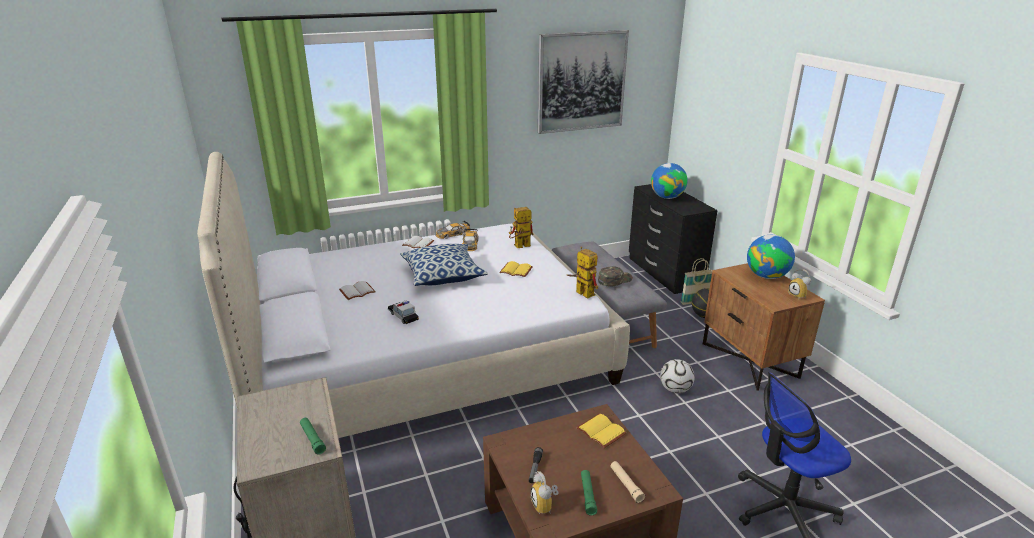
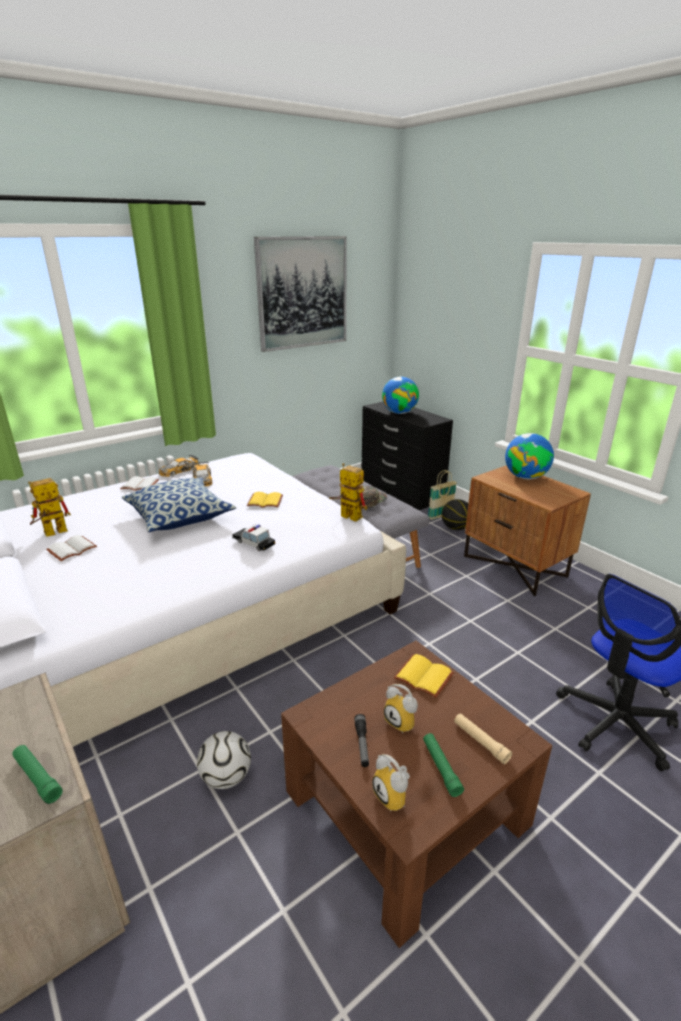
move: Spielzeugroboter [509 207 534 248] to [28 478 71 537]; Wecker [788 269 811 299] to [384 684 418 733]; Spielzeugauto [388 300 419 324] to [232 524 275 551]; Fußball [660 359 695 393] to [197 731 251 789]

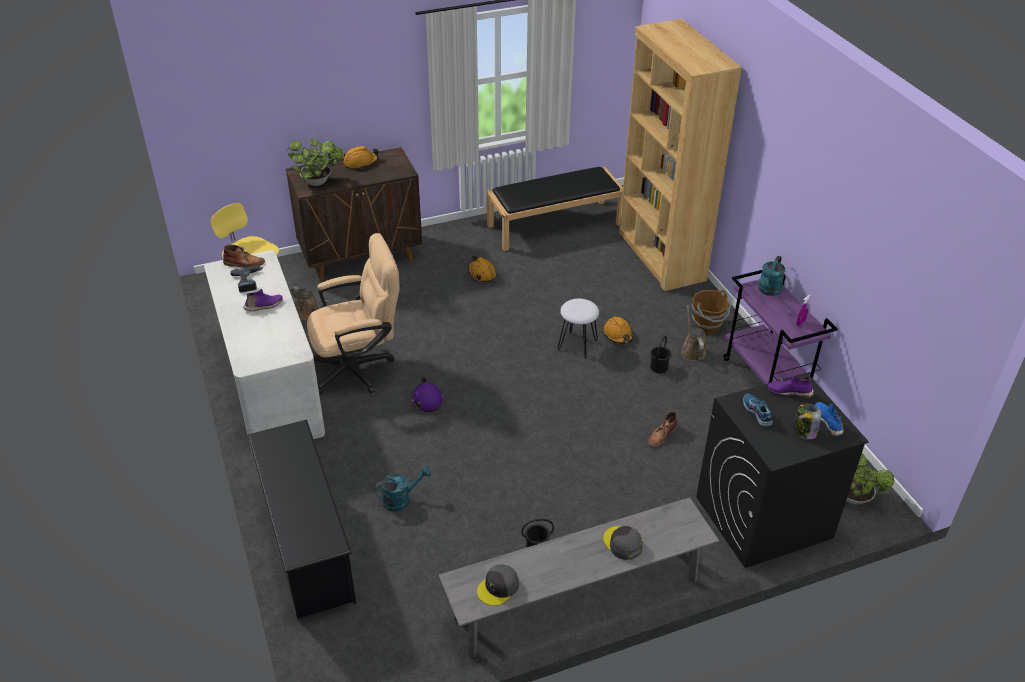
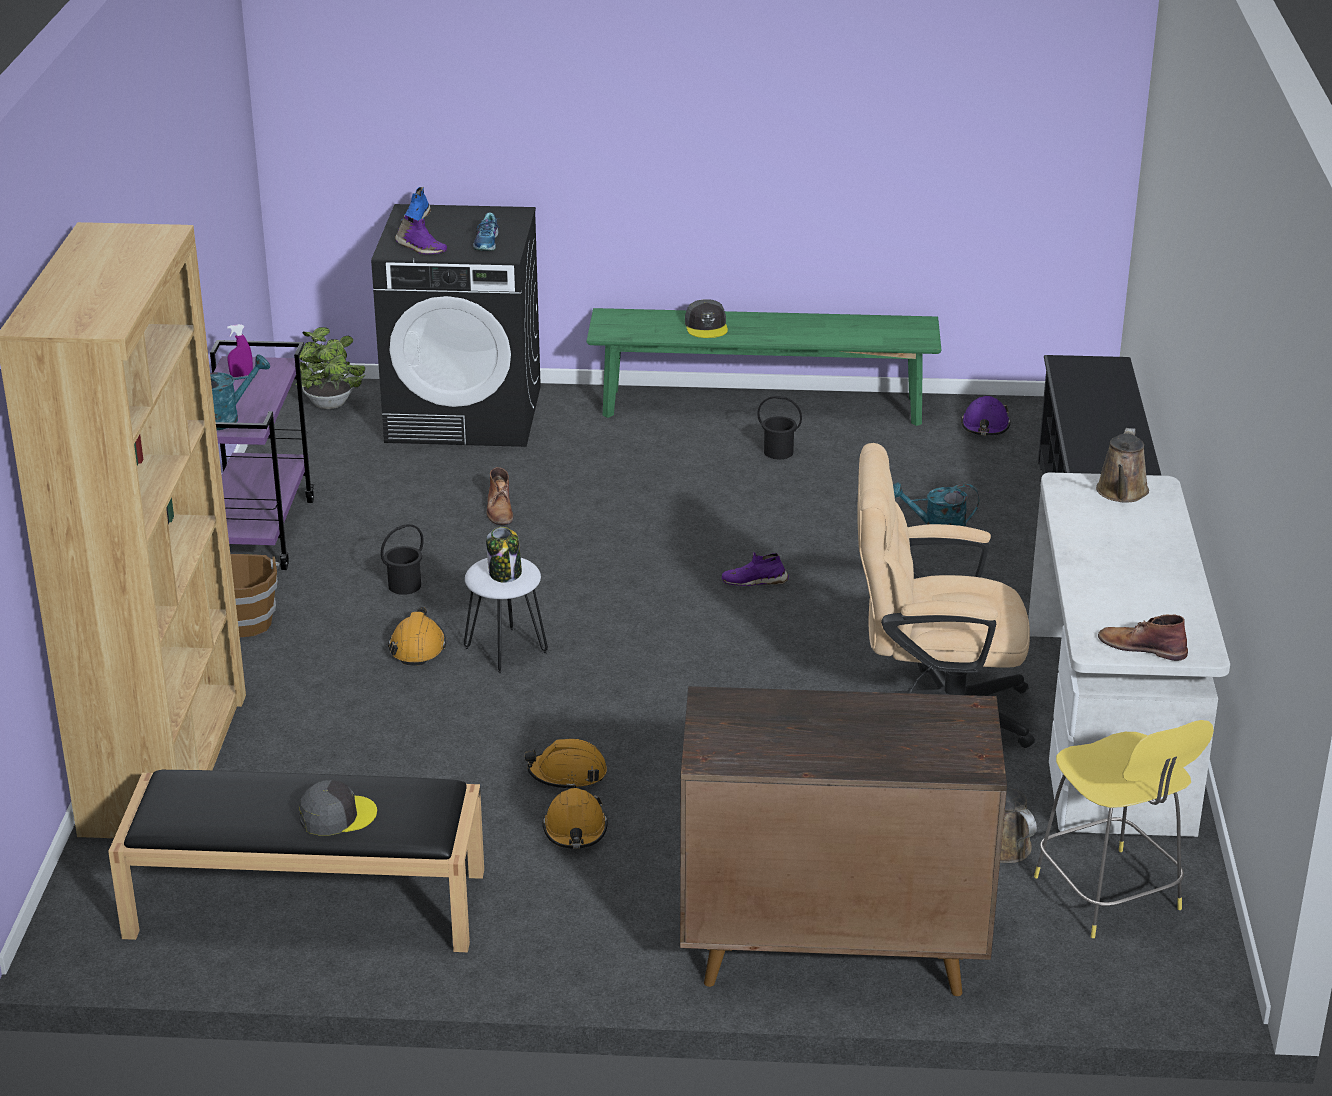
delete: Topfpflanze [287 139 343 186]; Bohrmaschine [230 266 263 292]
move: Schutzhelm (orange) [343 146 379 169] to [525 739 607 788]; Schuh (lila) [244 289 283 311] to [722 552 789 586]; Gießkanne (braun) [681 305 706 361] to [1096 428 1149 503]; Schutzhelm (lila) [412 377 443 412] to [961 396 1011 435]; Vorratsglas [793 403 822 440] to [486 527 522 583]; Kappe (grau) [477 564 519 606] to [299 780 377 836]
recolor: Bank (grau) [439 497 719 658] to Bank (grün) [587 308 941 426]
rotate: Stiefel (braun) [648 412 678 447] = [487 467 514 525] 105 degrees clockwise

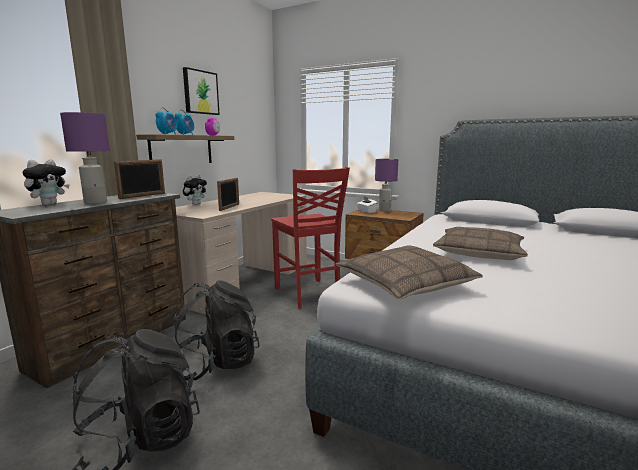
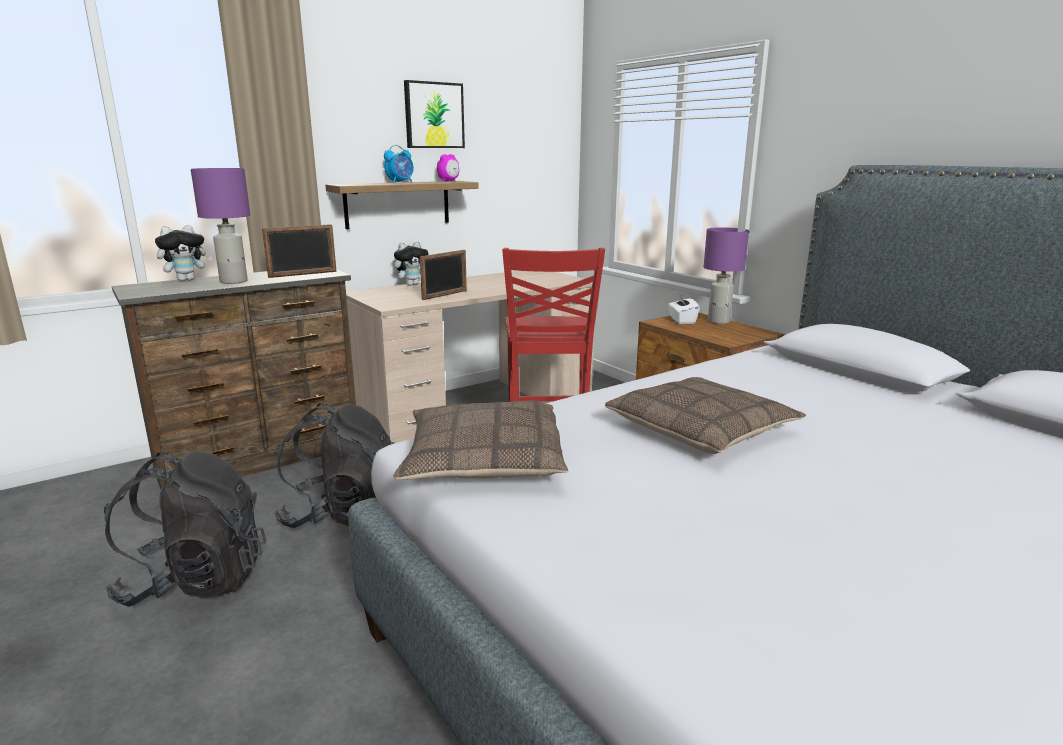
delete: Wecker [155 107 177 135]

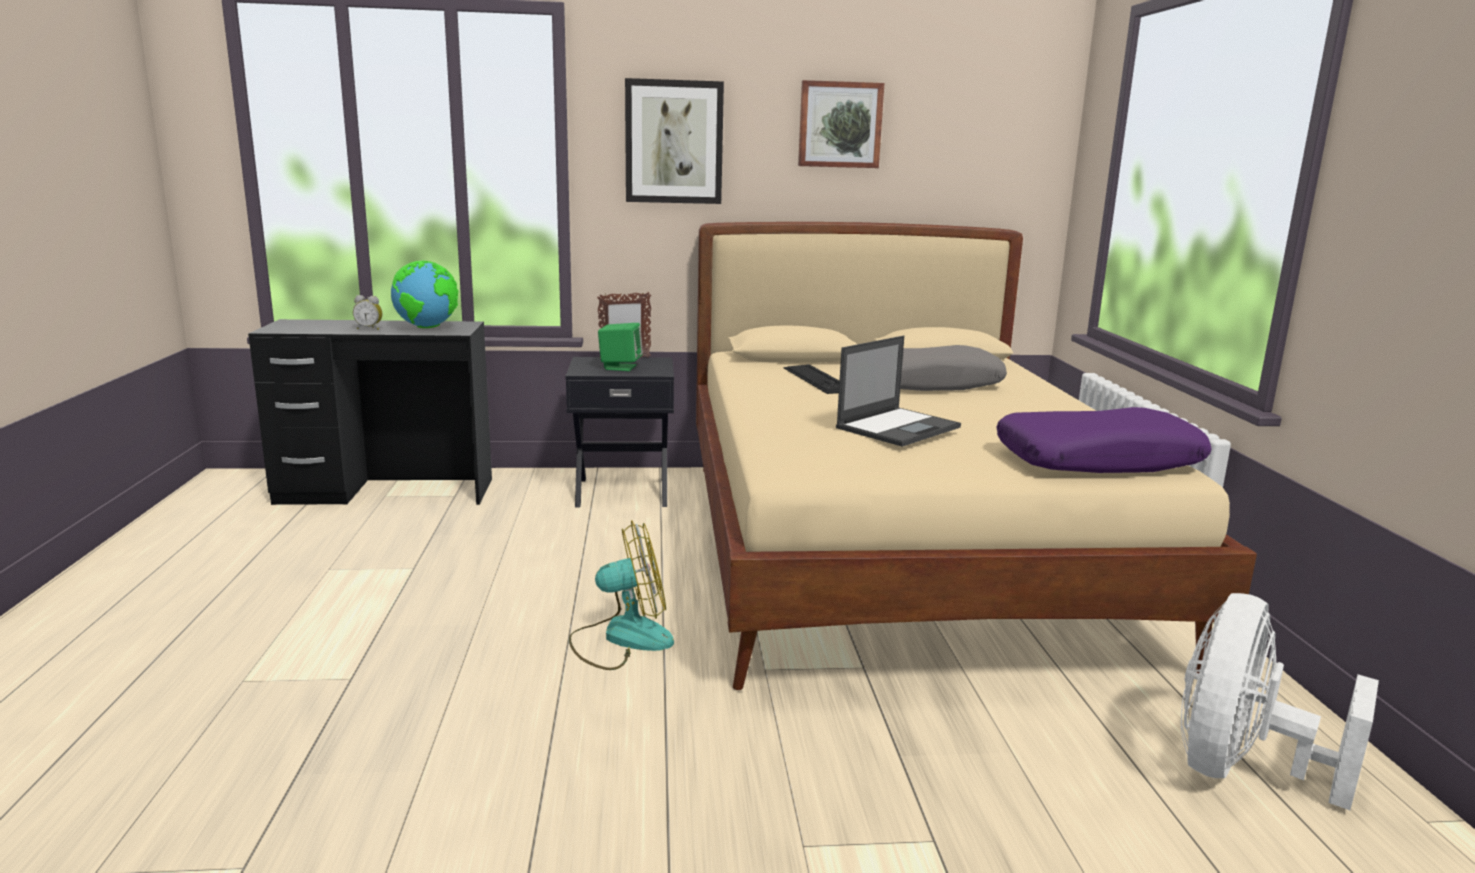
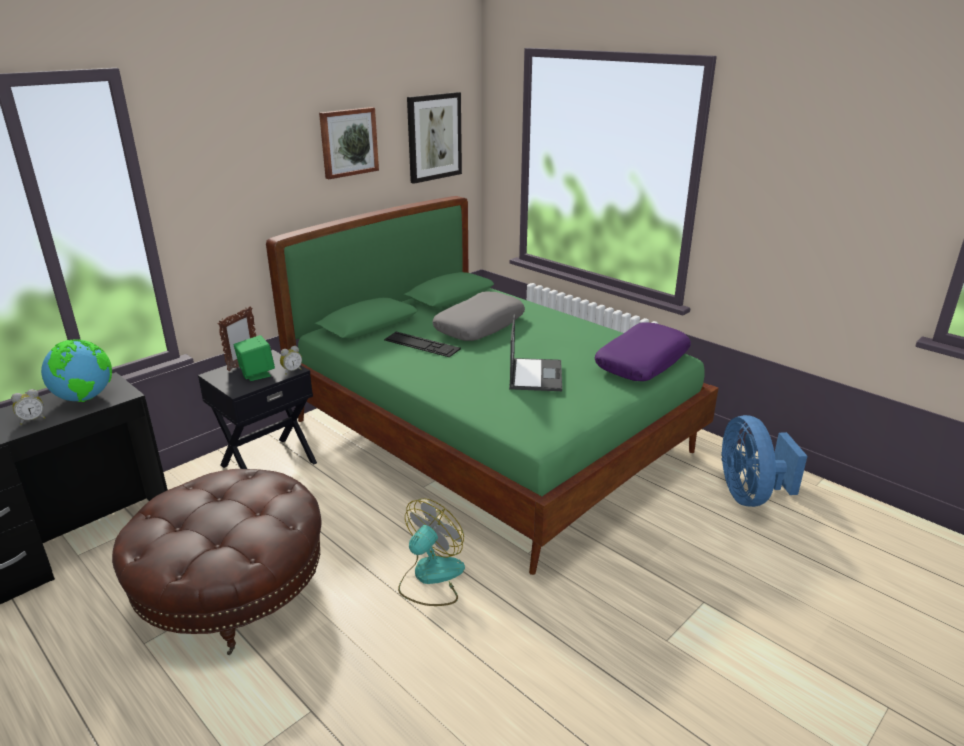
insert: Wecker [280 346 302 374]; Polsterhocker (braun) [112 469 322 655]
move: Bild [625 78 724 204] to [407 92 462 184]
recolor: Bett (beige) [696 222 1257 690] to Bett (grün) [266 196 719 575]; Ventilator (weiß) [1181 593 1379 810] to Ventilator (blau) [721 415 807 507]

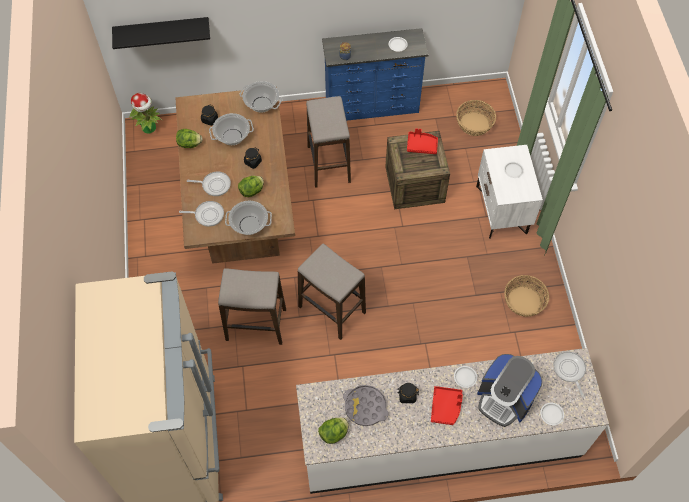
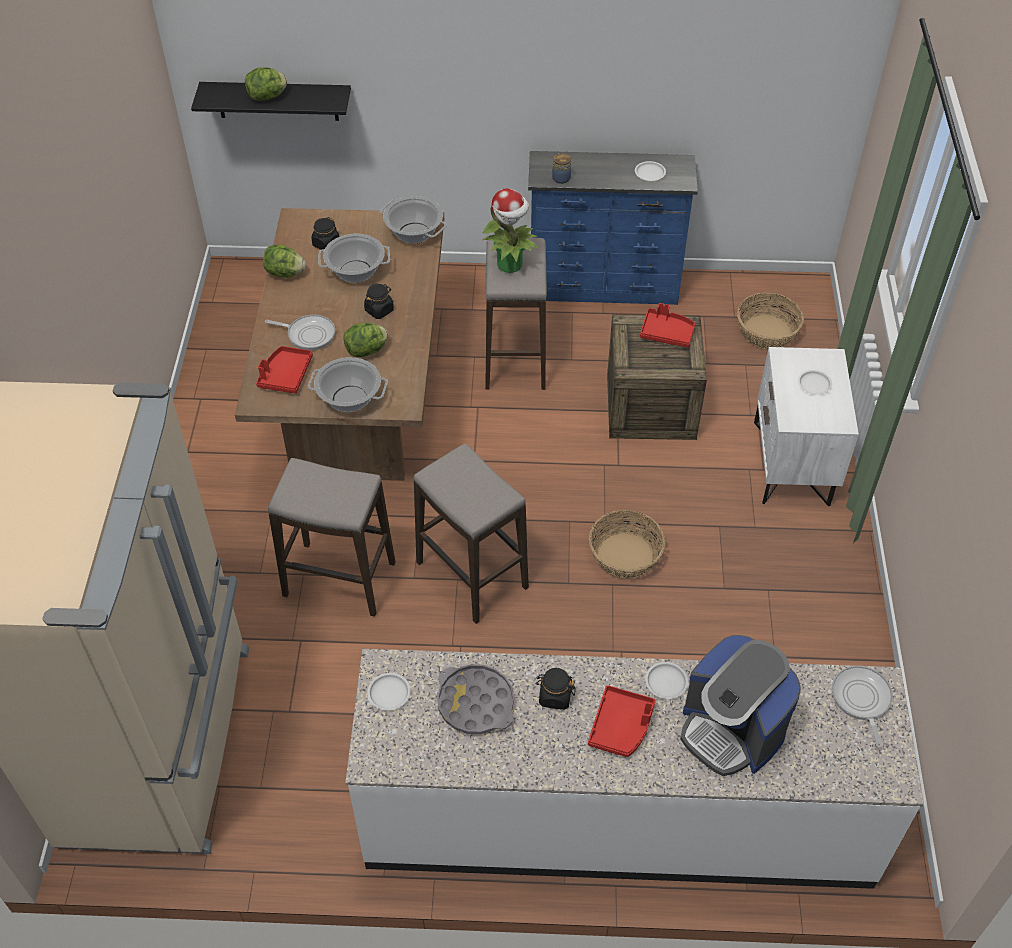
move: Topfpflanze [129 93 162 133] to [482 188 539 273]; Korb [504 275 549 317] to [589 510 665 578]; Teller (weiß) [540 403 564 425] to [367 673 410 711]; Salatkopf [318 418 349 444] to [245 67 287 101]
replace: Pfanne [179 201 224 227] to Tablett (rot) [256 346 313 394]

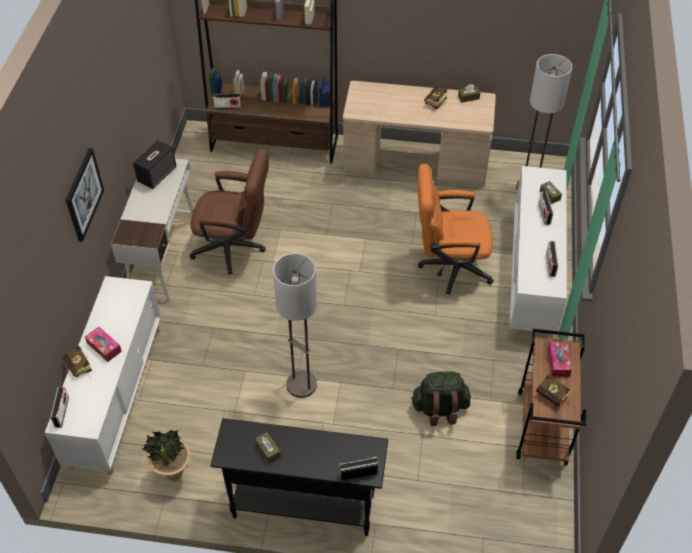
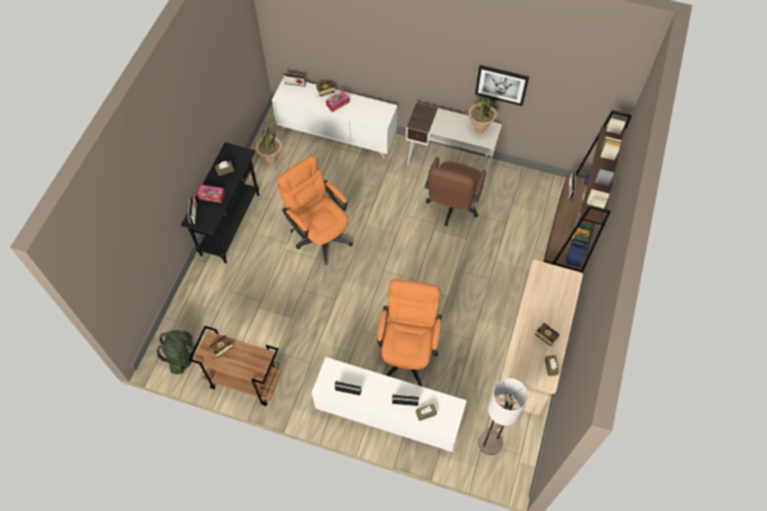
move: Bild [66 148 104 242] to [475 65 529 106]; Taschentuchbox [548 341 572 377] to [197 185 225 203]; Rucksack (grün) [411 371 471 426] to [157 330 195 374]
replace: Lautsprecher [133 140 176 189] to Topfpflanze [469 94 497 133]; Stehlampe [273 253 317 398] to Bürostuhl (orange) [278 155 353 265]

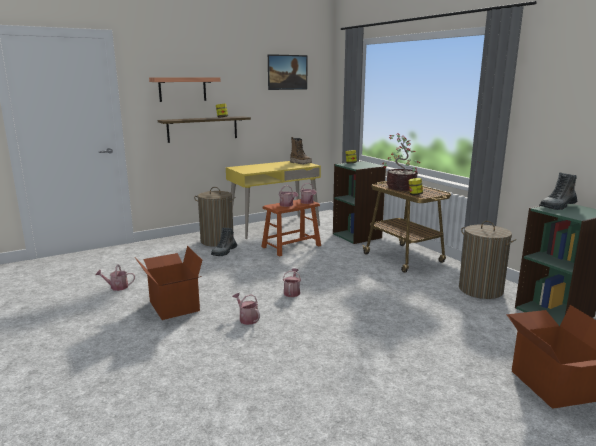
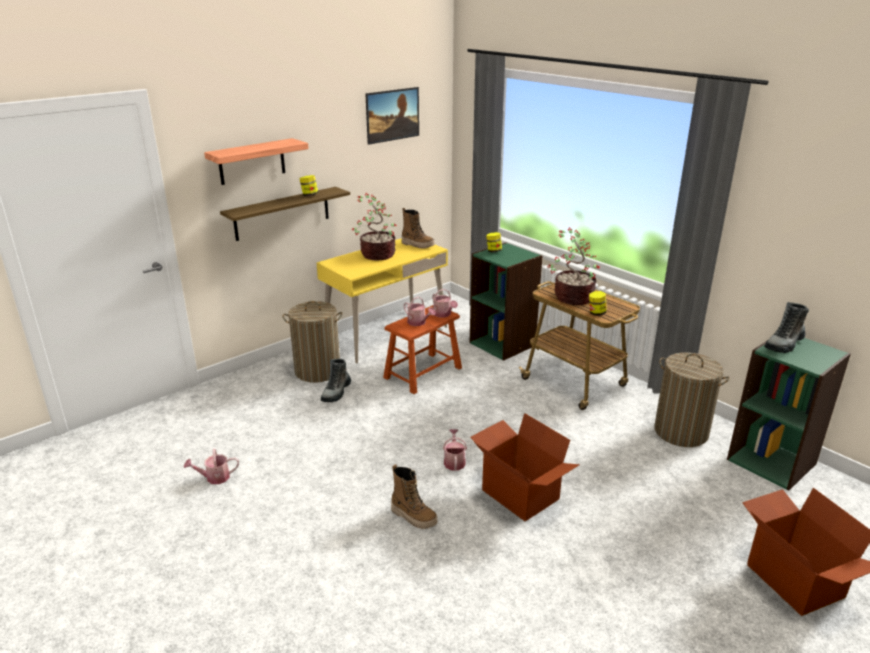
insert: Topfpflanze [352 193 396 260]
move: Karton [135 246 202 320] to [470 413 580 521]
replace: Gießkanne [233 293 260 325] to Stiefel [391 464 438 529]

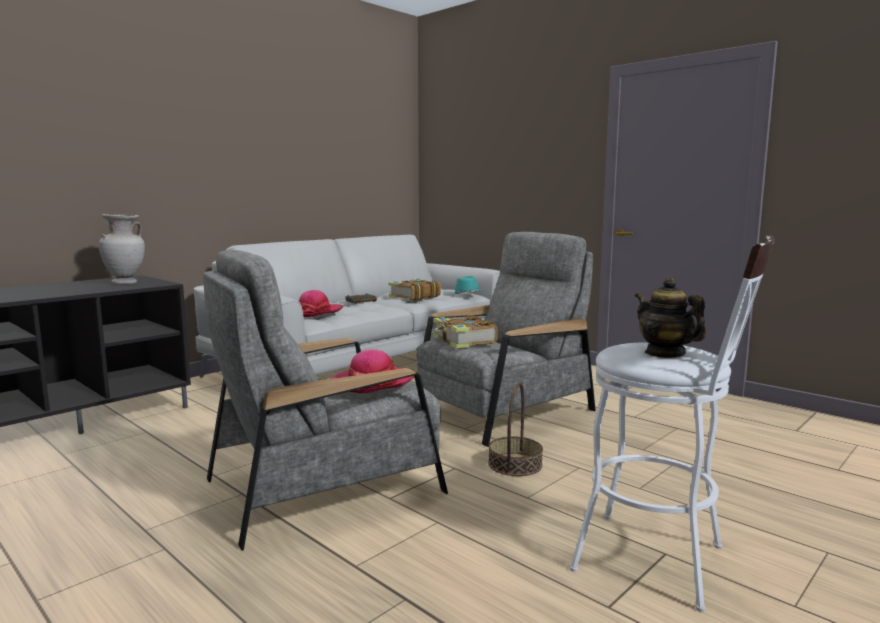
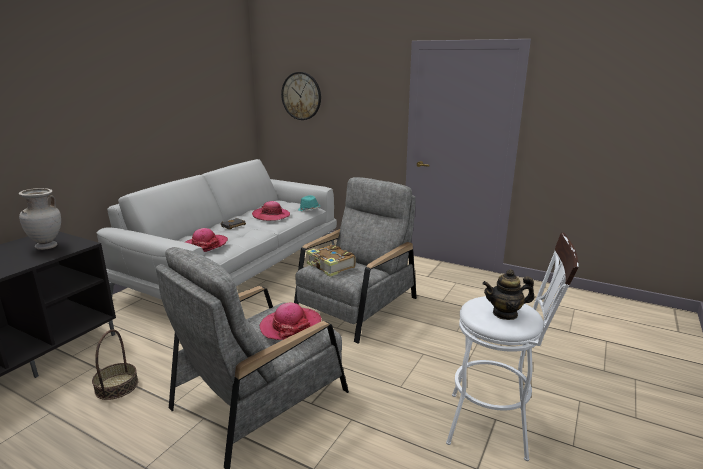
insert: Wanduhr [281 72 321 120]
move: Korb [488 382 543 476] to [92 329 138 400]
replace: Buch [388 279 441 301] to Hut [252 201 290 221]
rotate: Teekanne [635 277 706 358] = [482 269 534 320] 45 degrees counterclockwise

